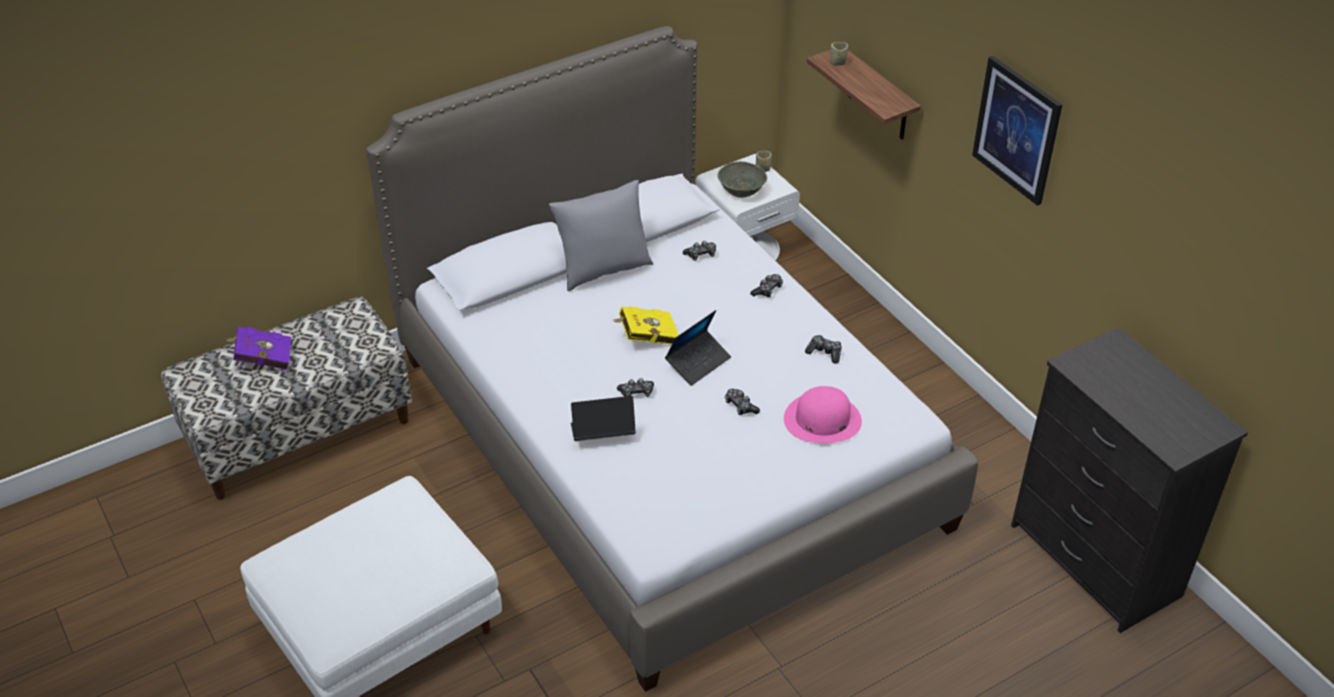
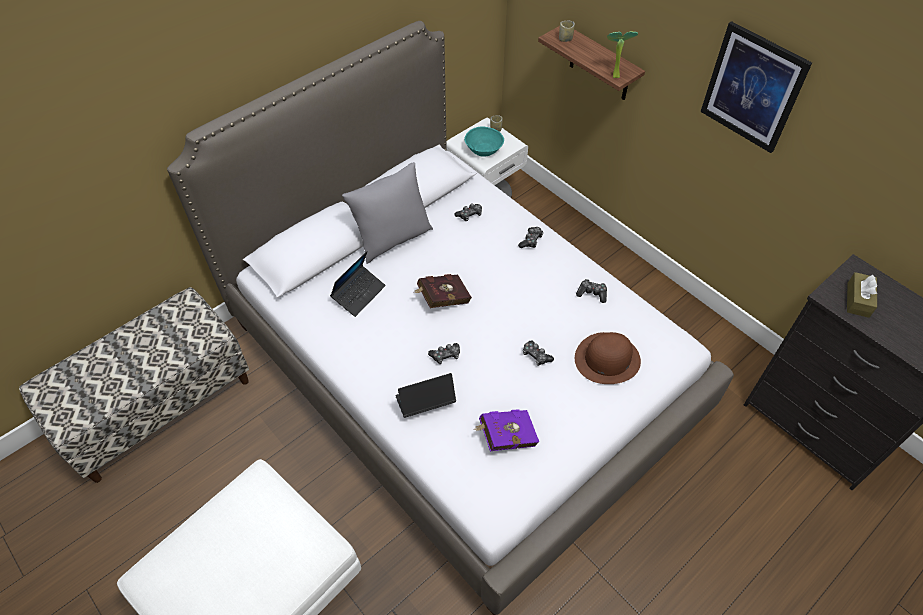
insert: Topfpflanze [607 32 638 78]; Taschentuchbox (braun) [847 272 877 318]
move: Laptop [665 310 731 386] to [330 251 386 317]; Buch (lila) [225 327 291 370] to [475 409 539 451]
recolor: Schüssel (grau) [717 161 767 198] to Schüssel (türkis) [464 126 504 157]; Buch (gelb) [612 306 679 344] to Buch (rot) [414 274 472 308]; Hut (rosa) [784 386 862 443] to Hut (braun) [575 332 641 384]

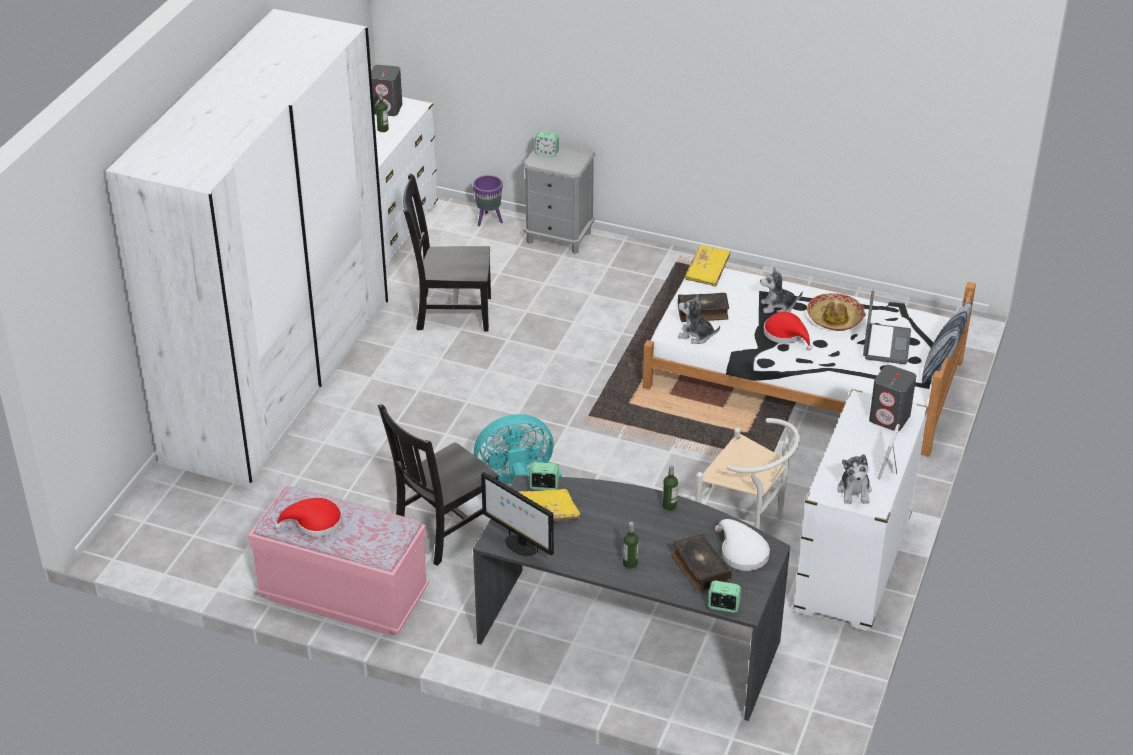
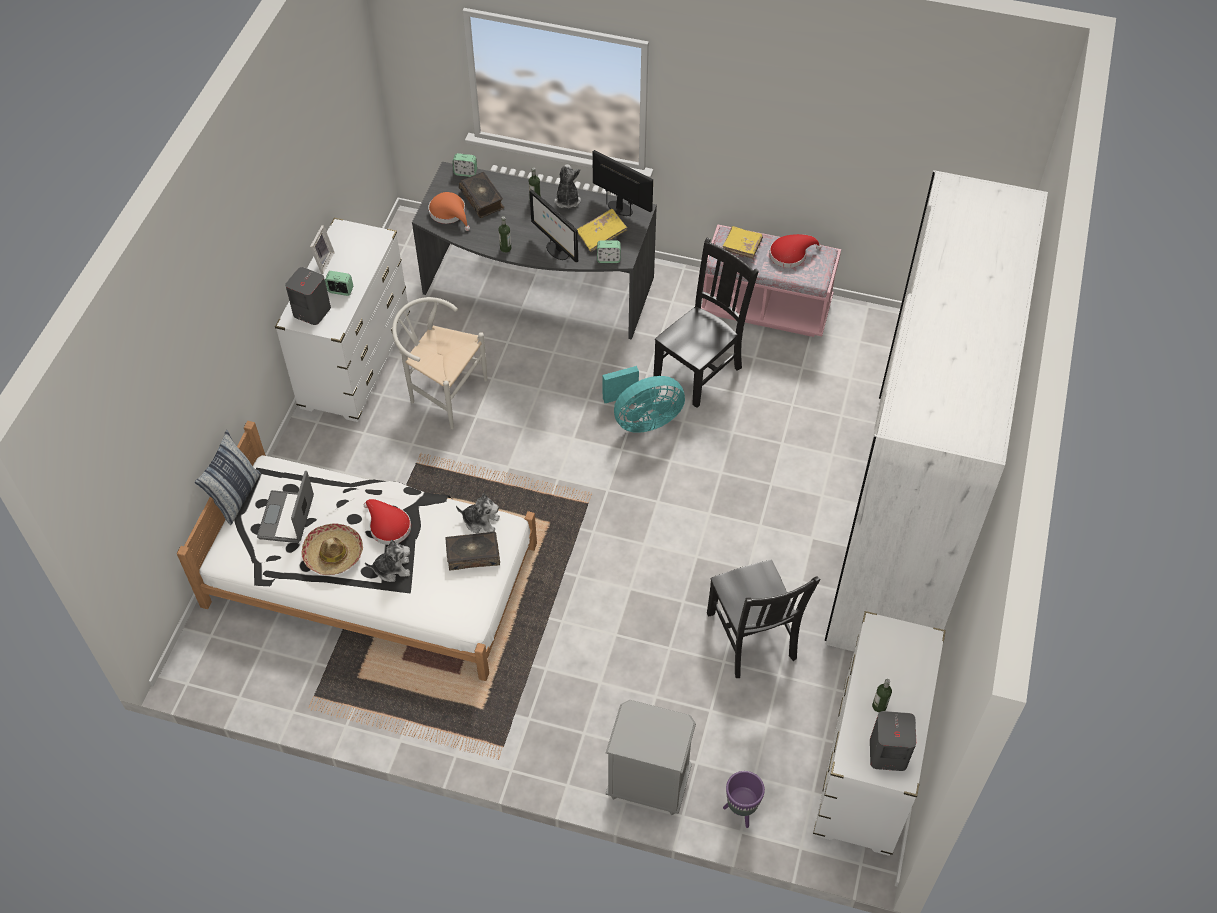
insert: Monitor [529 189 578 262]
move: Wecker [534 132 559 157] to [325 271 353 296]; Buch (gelb) [685 245 731 286] to [723 226 763 259]; Plüschtier [837 454 872 504] to [554 164 581 208]
recolor: Hut (weiß) [715 519 770 571] to Hut (orange) [428 192 470 231]
rotate: Stuhl (schwarz) [403 174 491 331] = [707 559 820 678] 75 degrees clockwise

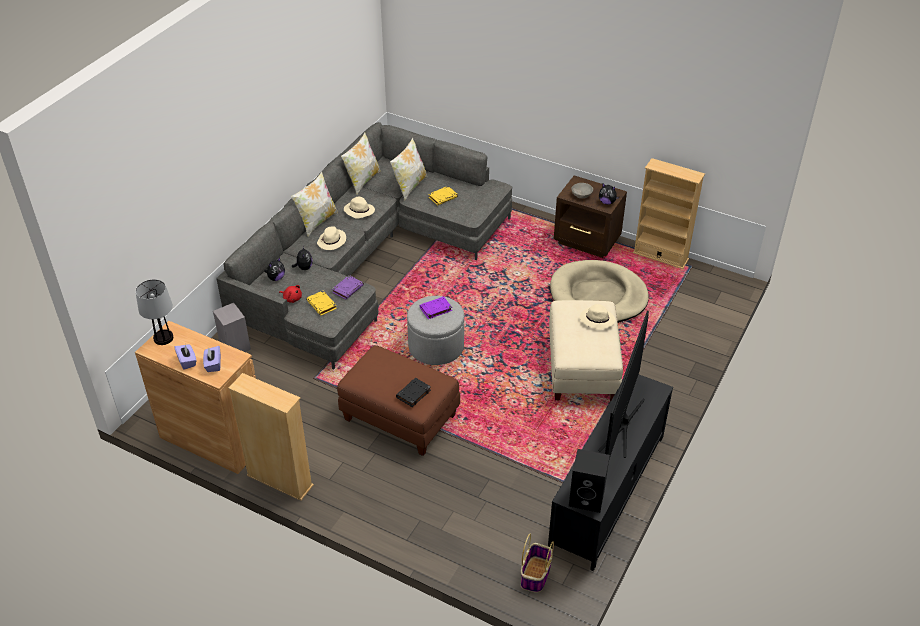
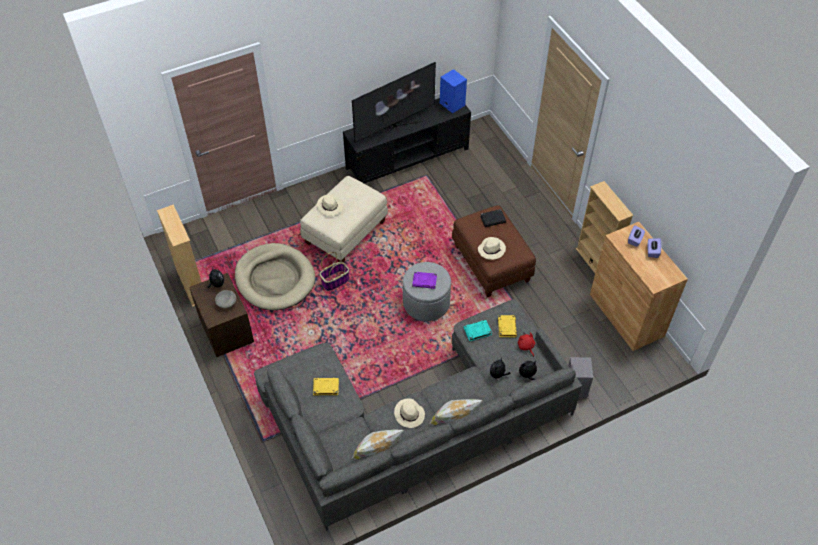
delete: Kissen [390 138 427 200]; Tischlampe [136 279 173 345]
move: Hut (beige) [317 227 346 250] to [478 237 506 260]; Korb [521 534 554 593] to [320 252 349 291]
recolor: Buch (lila) [332 275 364 300] to Buch (türkis) [464 320 492 341]; Lautsprecher (schwarz) [569 449 610 513] to Lautsprecher (blau) [440 69 467 113]

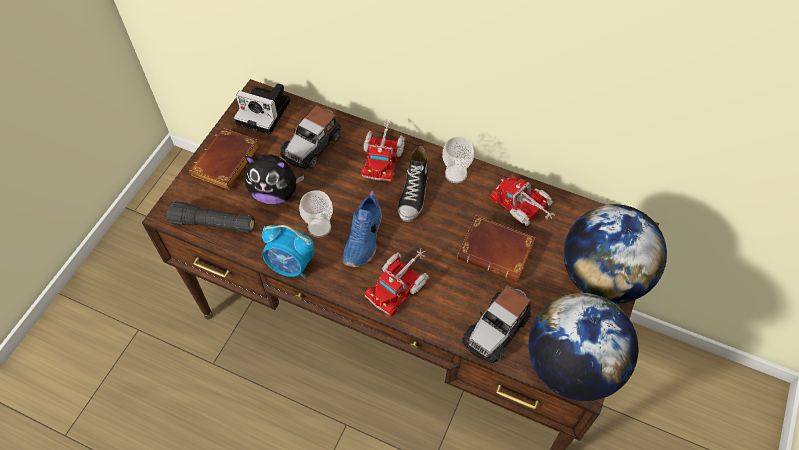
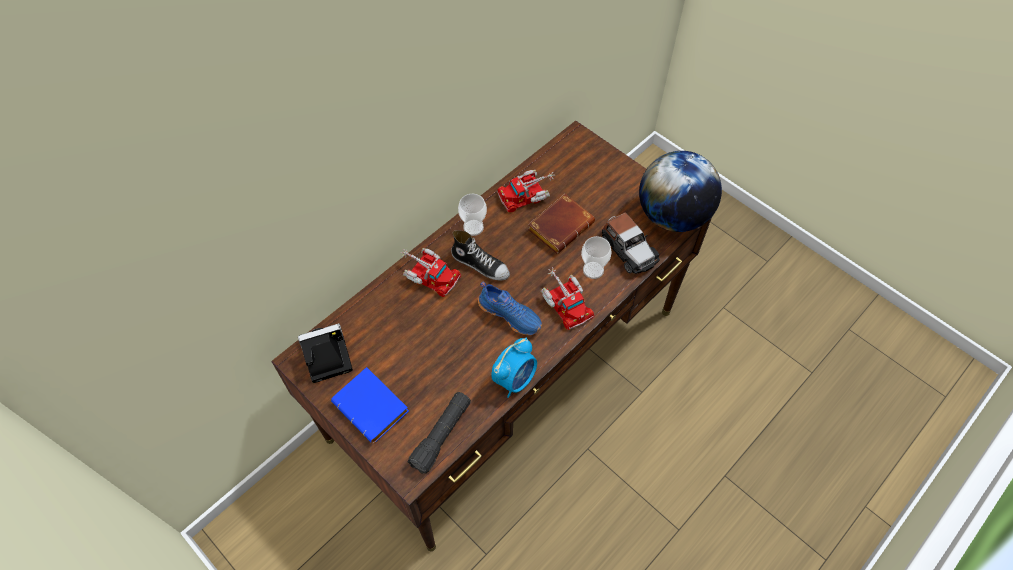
delete: Spielzeugauto [280 105 340 169]; Plüschtier [245 154 304 205]; Globus [564 204 667 304]
move: Tasse [299 190 333 238] to [581 236 612 279]
recolor: Buch (braun) [189 128 260 190] to Buch (blau) [331 367 409 444]
rotate: Kamera [234 83 290 135] = [298 323 353 383] 150 degrees counterclockwise

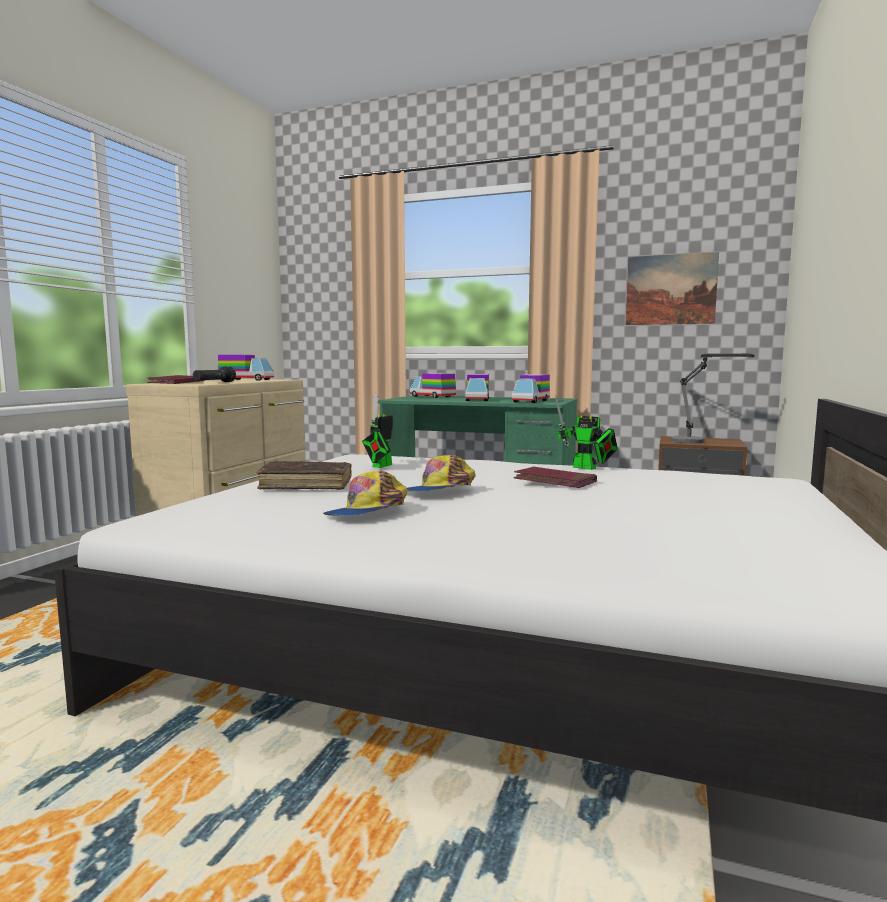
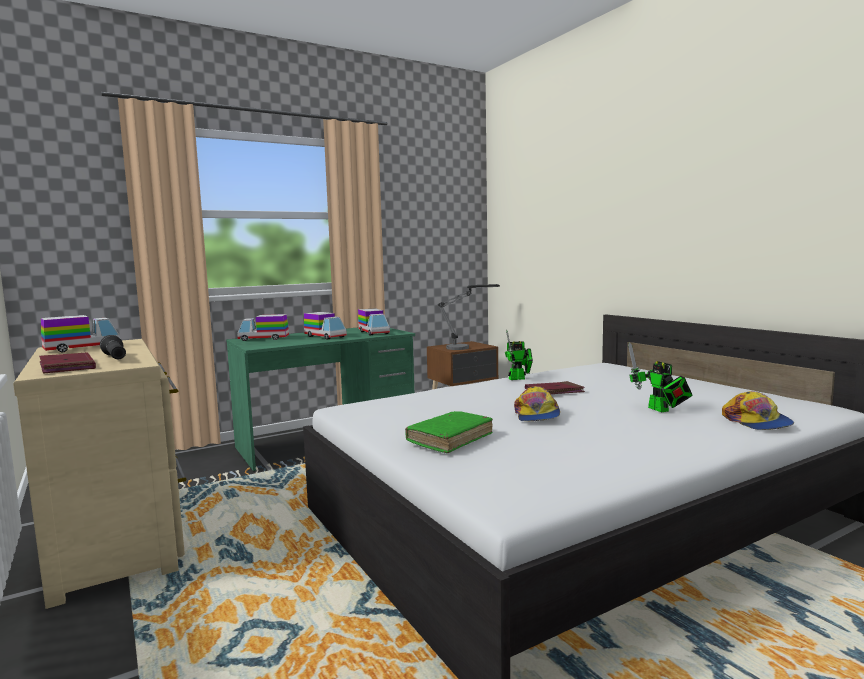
delete: Bild [626 252 719 325]
move: Spielzeugroboter [362 393 393 468] to [628 342 692 412]; Kappe [323 471 407 516] to [722 391 794 430]
recolor: Buch (braun) [257 460 352 490] to Buch (grün) [405 411 493 453]

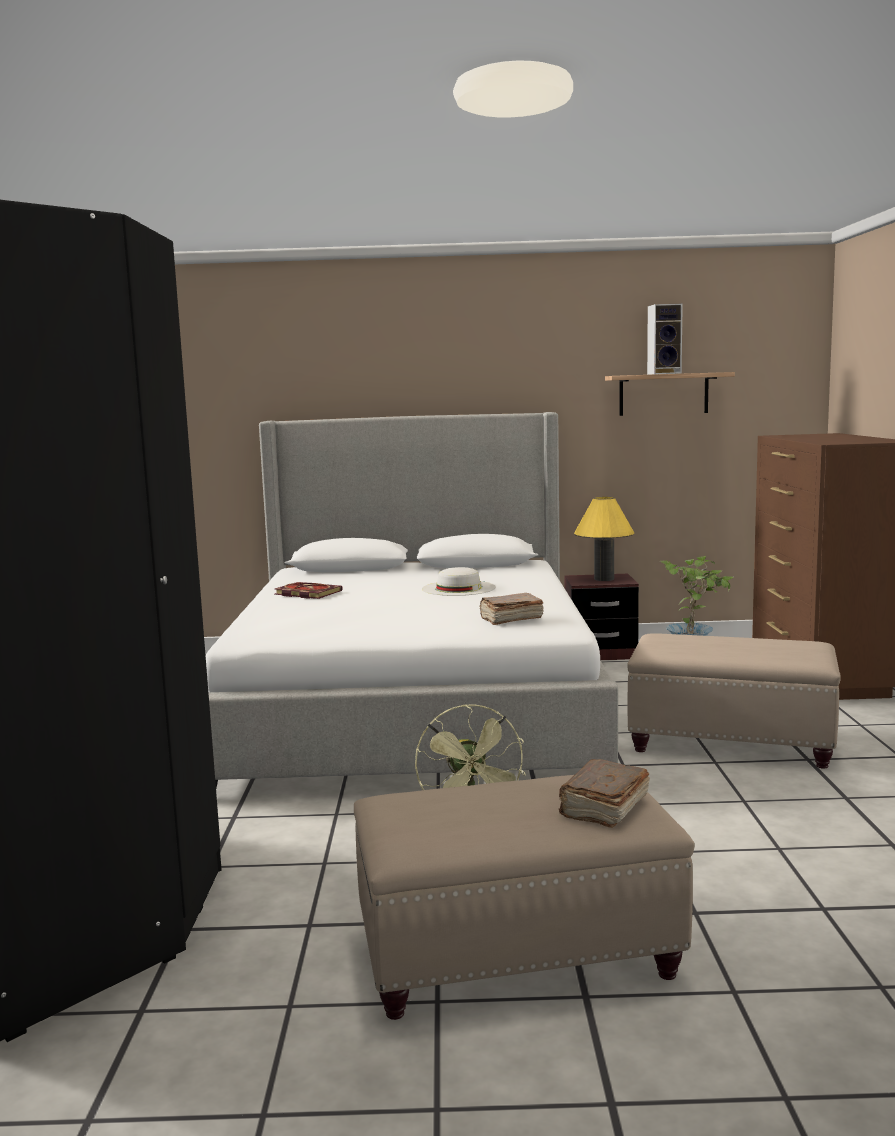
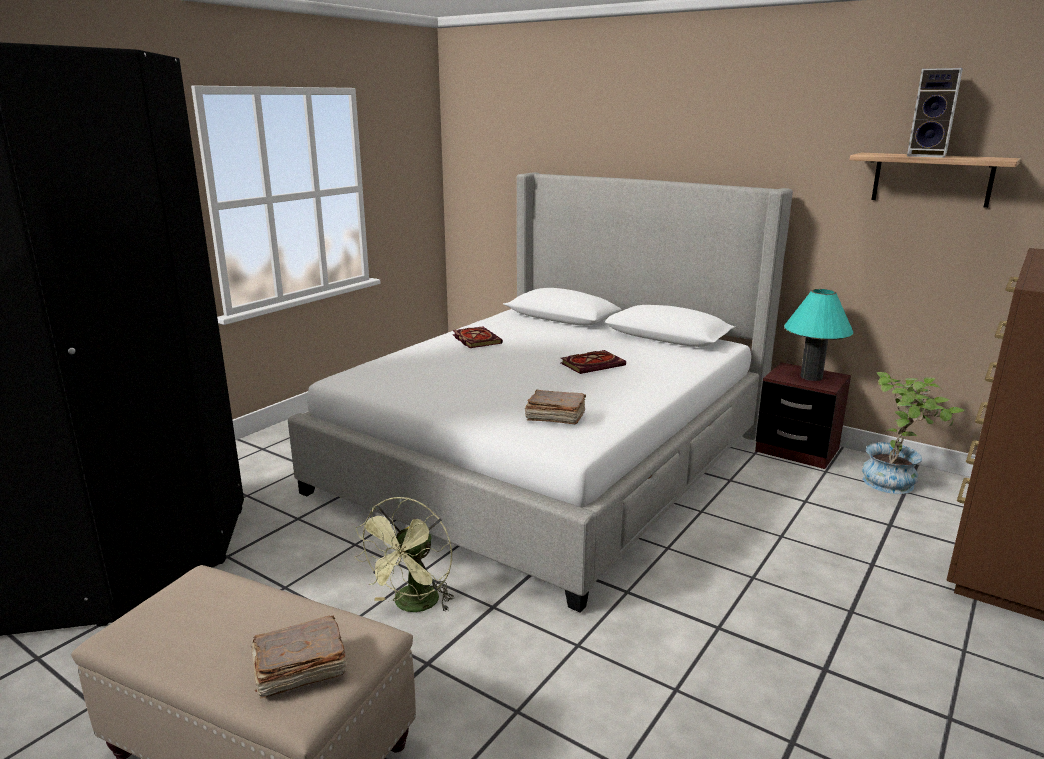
delete: Polsterhocker (beige) [627 633 841 768]
replace: Hut (weiß) [422 567 496 596] to Buch [560 350 626 374]
recolor: Tischlampe (gelb) [574 497 635 581] to Tischlampe (türkis) [784 289 853 381]

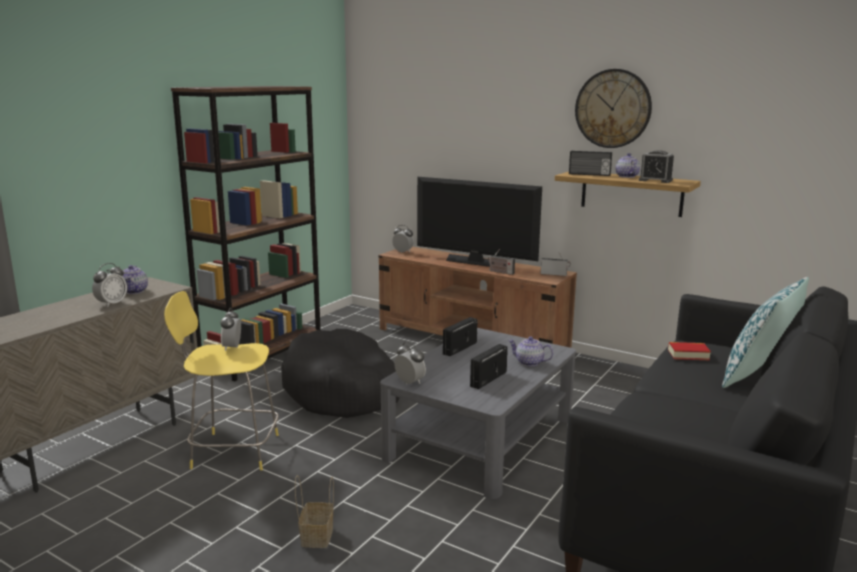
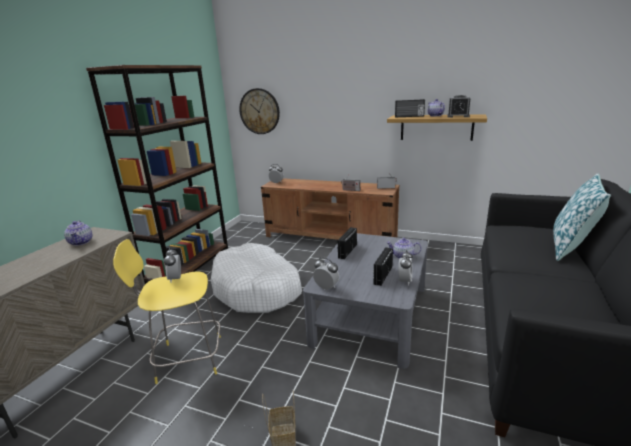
delete: Fernseher [417 177 542 267]; Buch [668 342 711 360]
move: Wanduhr [575 69 652 148] to [239 88 280 134]; Wecker [92 263 127 307] to [399 250 413 286]
recolor: Hundebett (schwarz) [281 329 400 418] to Hundebett (weiß) [211 243 302 313]

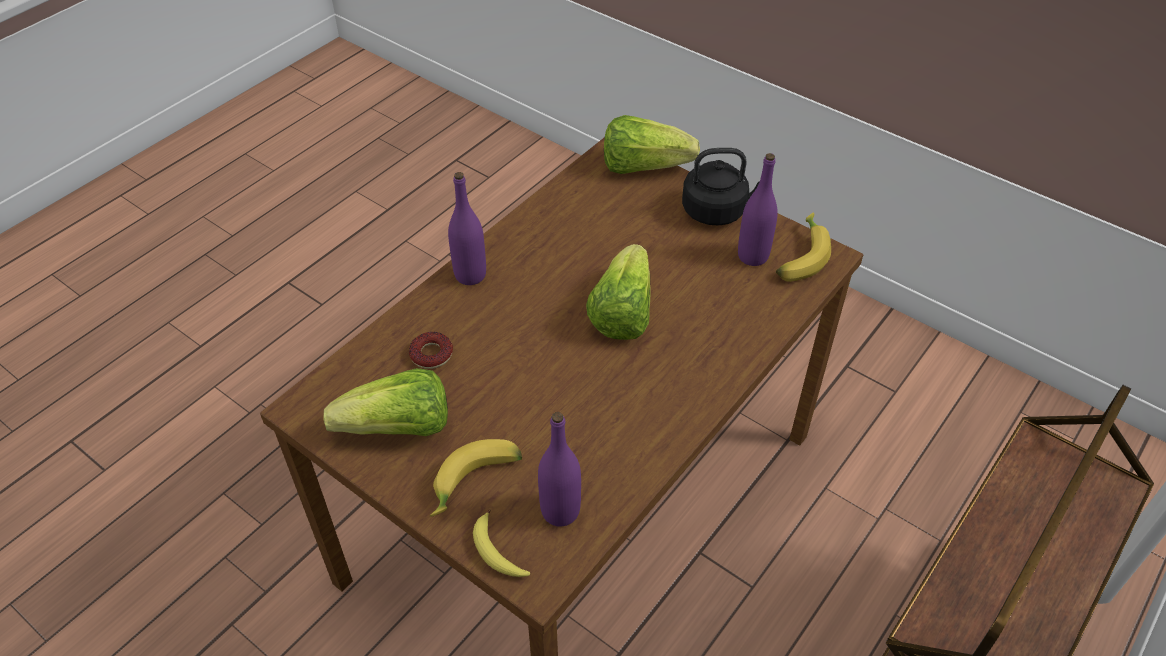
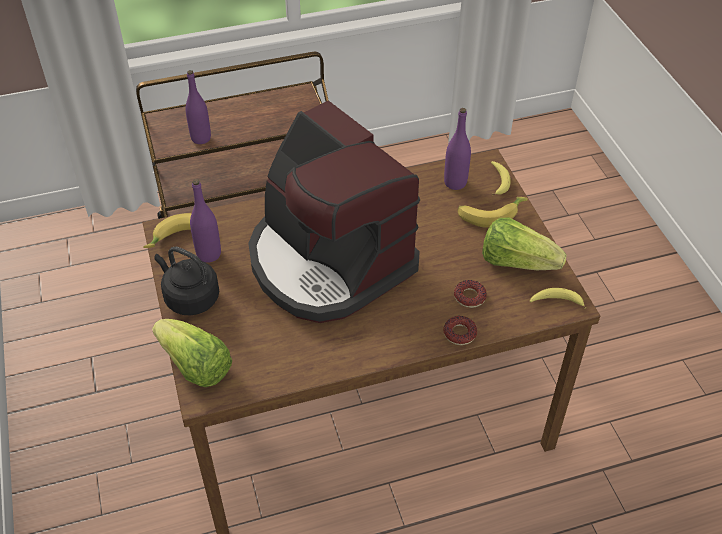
insert: Banane [530 288 586 309]; Donut [443 316 477 345]
move: Flasche (lila) [448 172 486 285] to [186 70 211 144]
replace: Salatkopf [586 244 650 340] to Kaffeemaschine [248 100 420 323]

